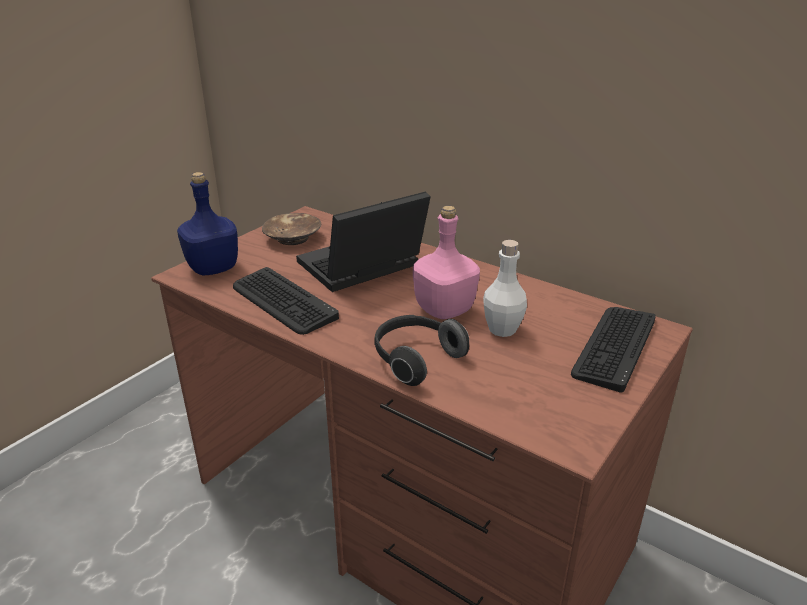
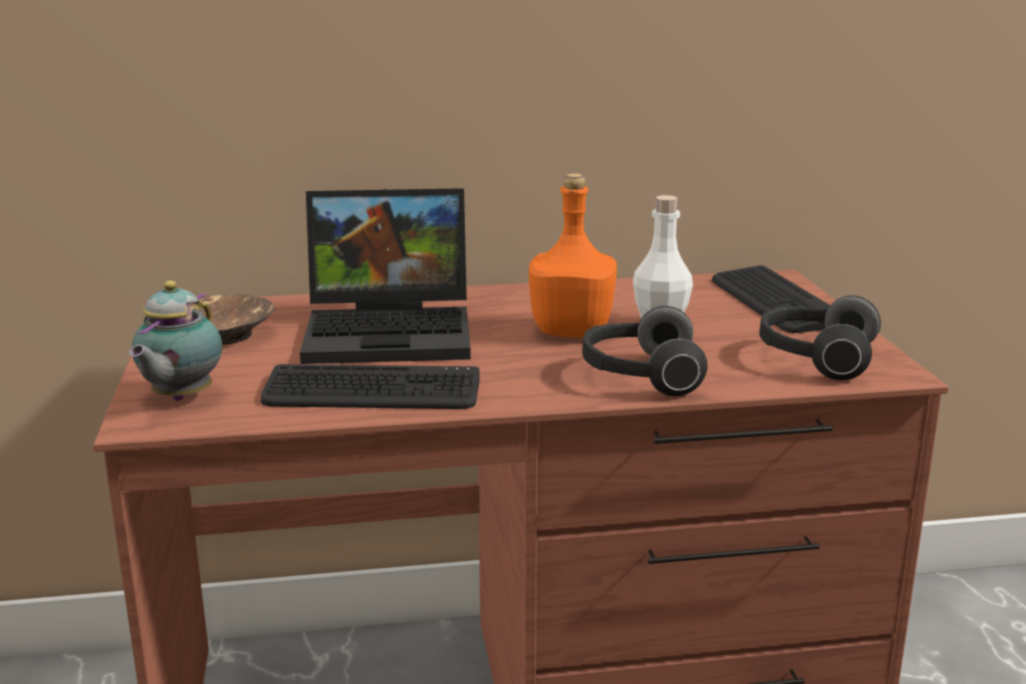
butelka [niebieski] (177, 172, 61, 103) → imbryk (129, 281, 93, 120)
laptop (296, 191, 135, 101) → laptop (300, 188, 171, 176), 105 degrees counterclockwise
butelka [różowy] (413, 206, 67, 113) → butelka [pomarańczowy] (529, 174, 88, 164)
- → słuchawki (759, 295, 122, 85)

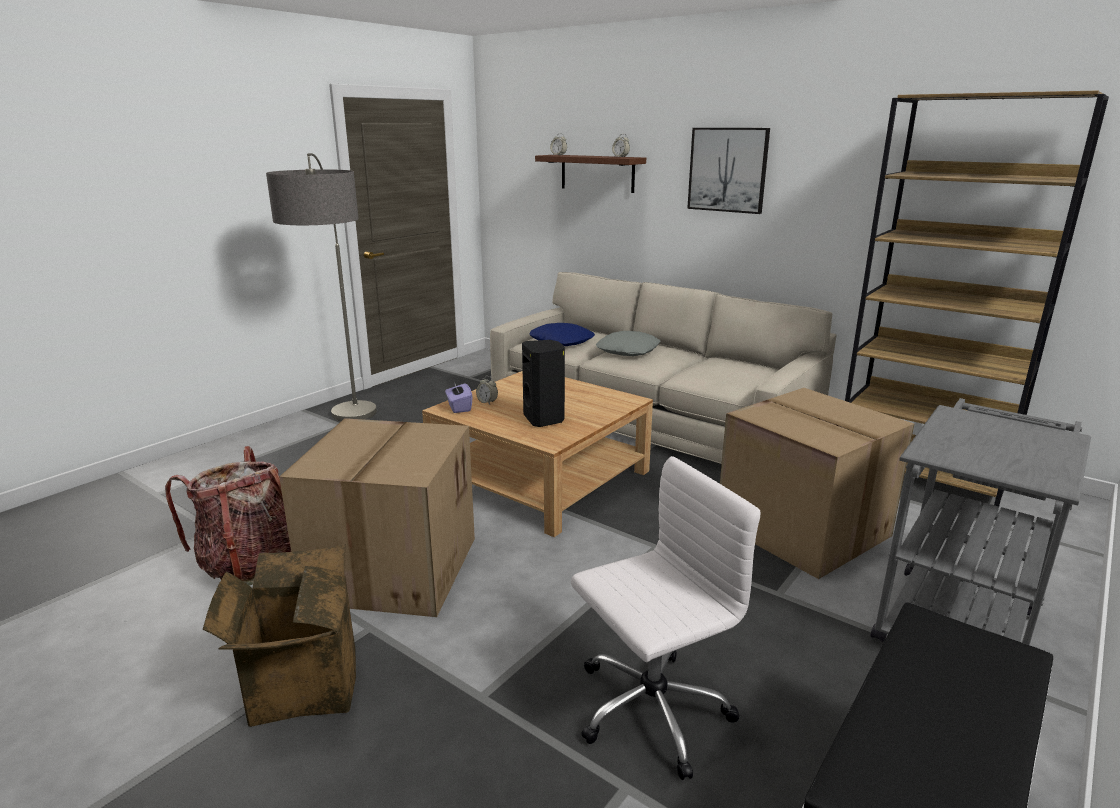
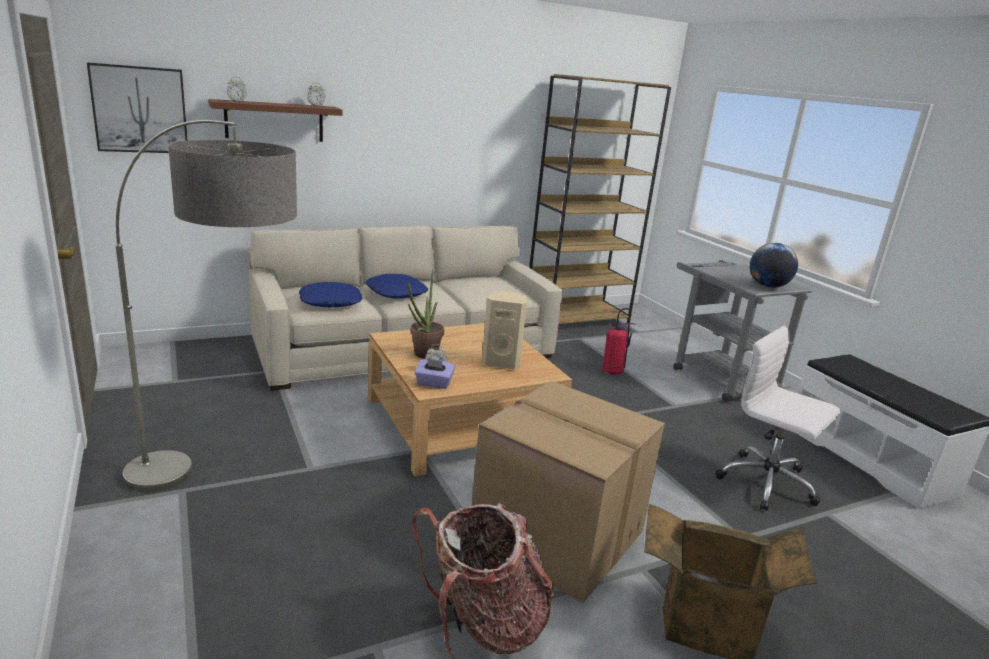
obraz (687, 128, 83, 86) → obraz (87, 62, 100, 91), relocated
poduszka [szary] (596, 331, 64, 25) → poduszka [niebieski] (366, 274, 62, 24)
głośnik [czarny] (522, 340, 43, 87) → głośnik [beżowy] (482, 291, 45, 78)
karton (720, 388, 194, 191) → gaśnica (602, 308, 33, 67)
krzesło biurowe [biały] (571, 456, 189, 324) → krzesło biurowe [biały] (716, 326, 124, 185), 45 degrees counterclockwise
- → globus (750, 243, 48, 45)
- → roślina doniczkowa (407, 270, 38, 89)

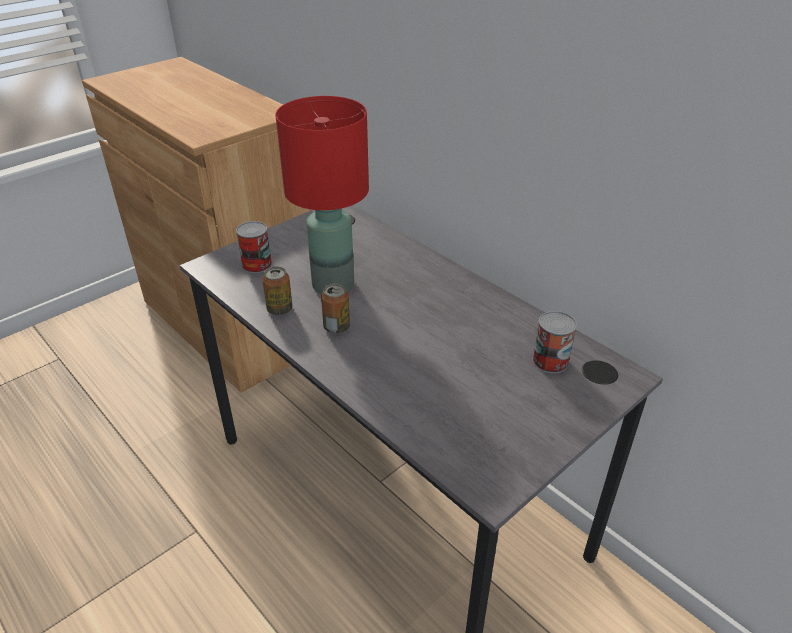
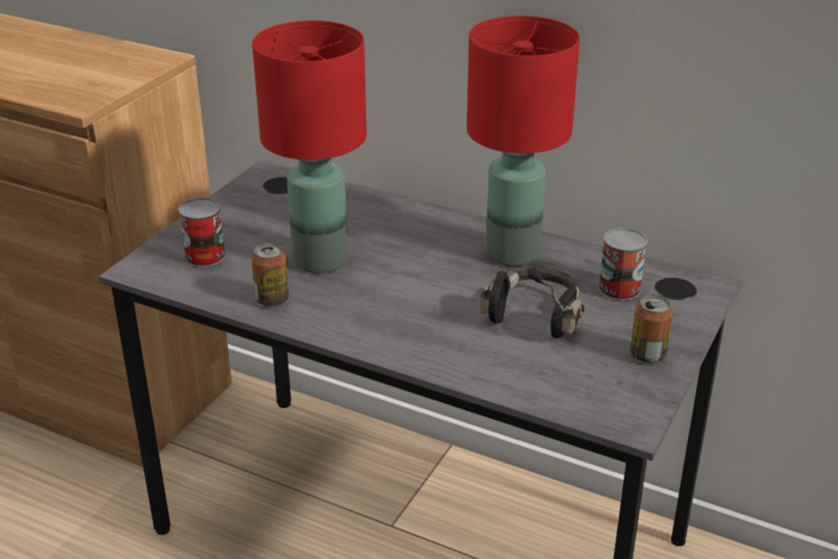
puszka (321, 283, 29, 51) → puszka (630, 295, 43, 68), relocated
- → lampa stołowa [czerwony] (467, 16, 113, 251)
- → słuchawki [czarny] (479, 267, 105, 71)

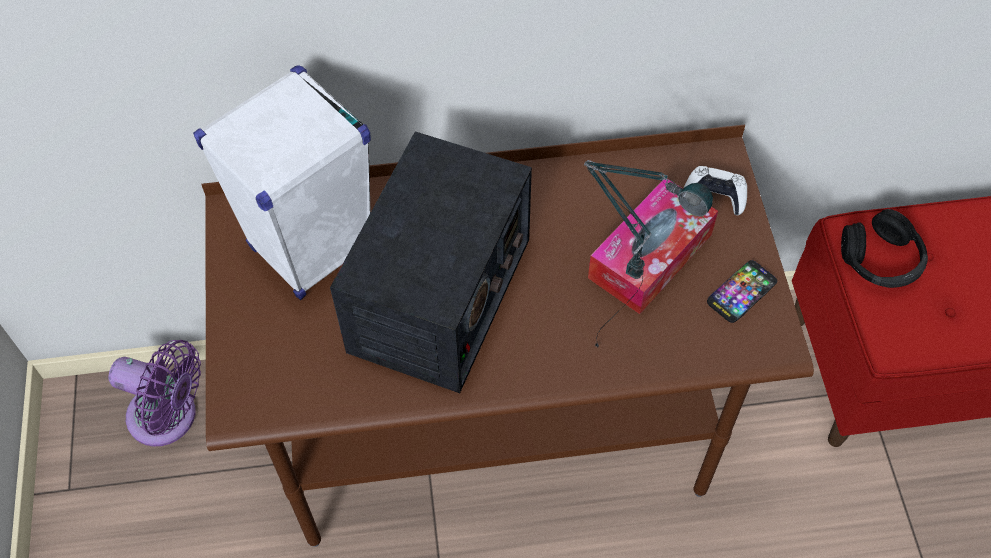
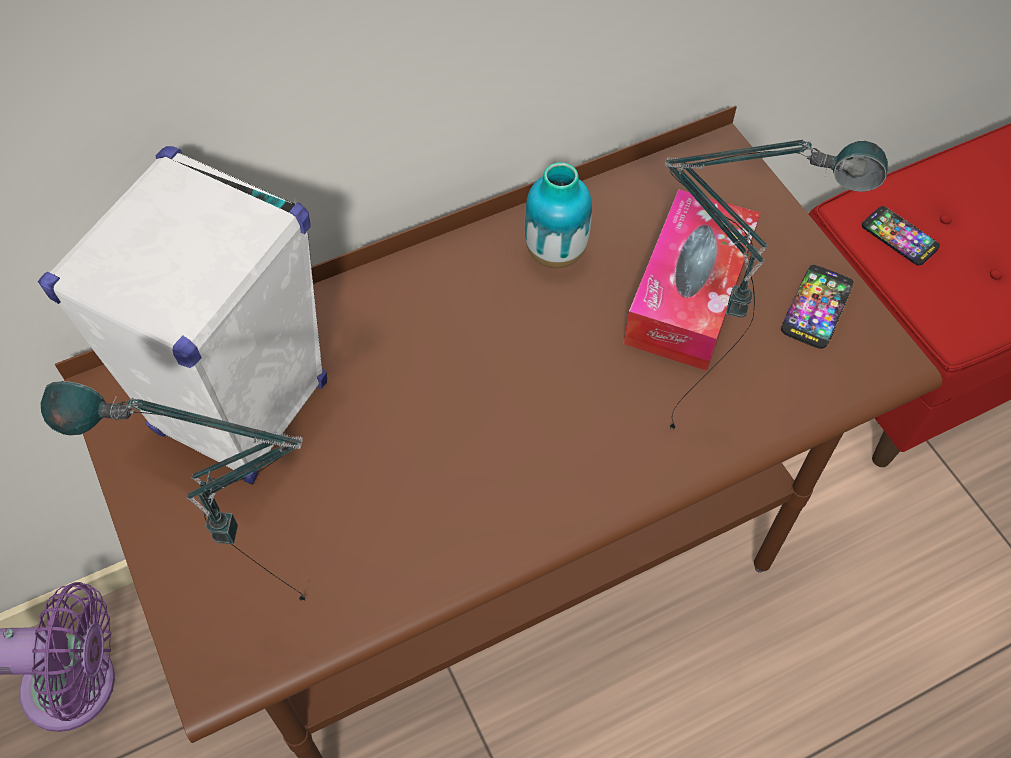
radio (330, 131, 202, 262) → -
pad do gier [biały] (684, 166, 63, 49) → -
słuchawki [czarny] (841, 209, 87, 79) → telefon (862, 206, 78, 60)
- → wazon (525, 162, 67, 106)
- → lampa stołowa (41, 381, 264, 220)

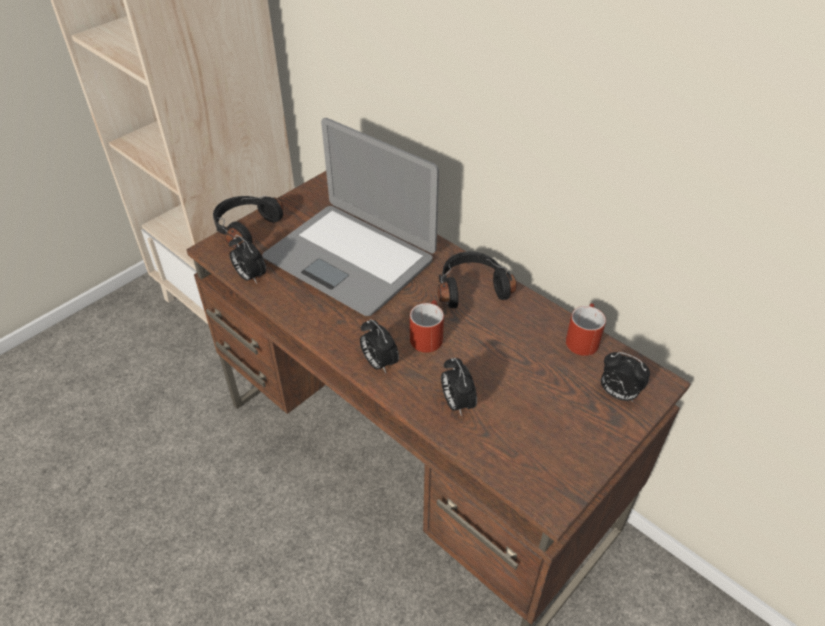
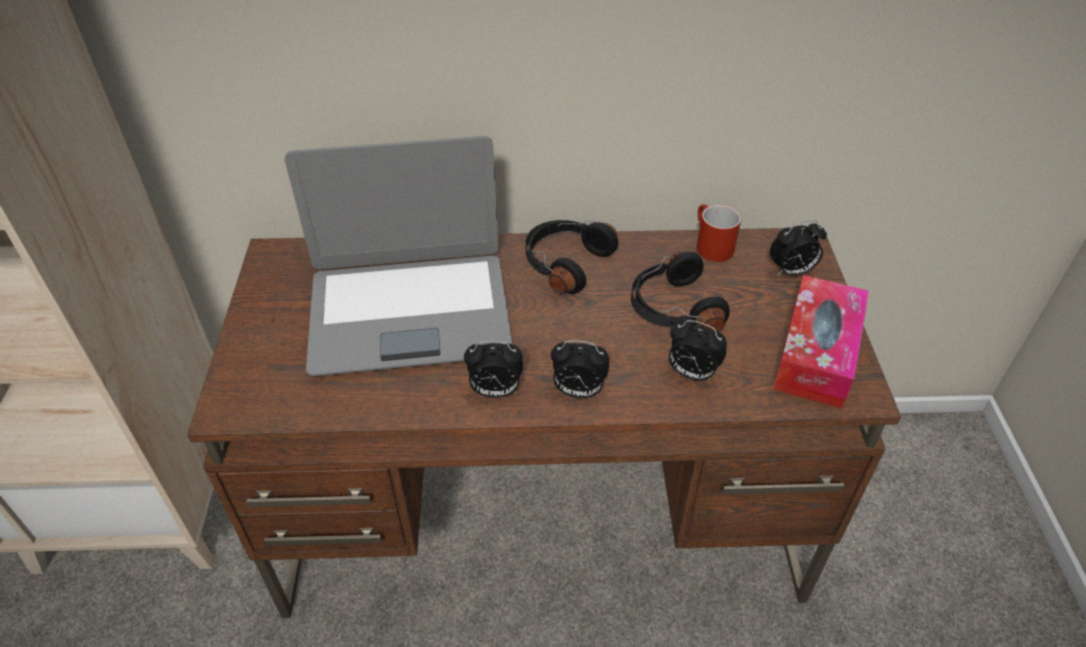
słuchawki [czarny] (213, 196, 71, 52) → słuchawki [czarny] (631, 251, 99, 81), relocated
budzik (229, 235, 37, 49) → budzik (464, 341, 59, 57), relocated
kubek [czerwony] (410, 300, 34, 53) → -
- → pudełko chusteczek (773, 275, 96, 134)

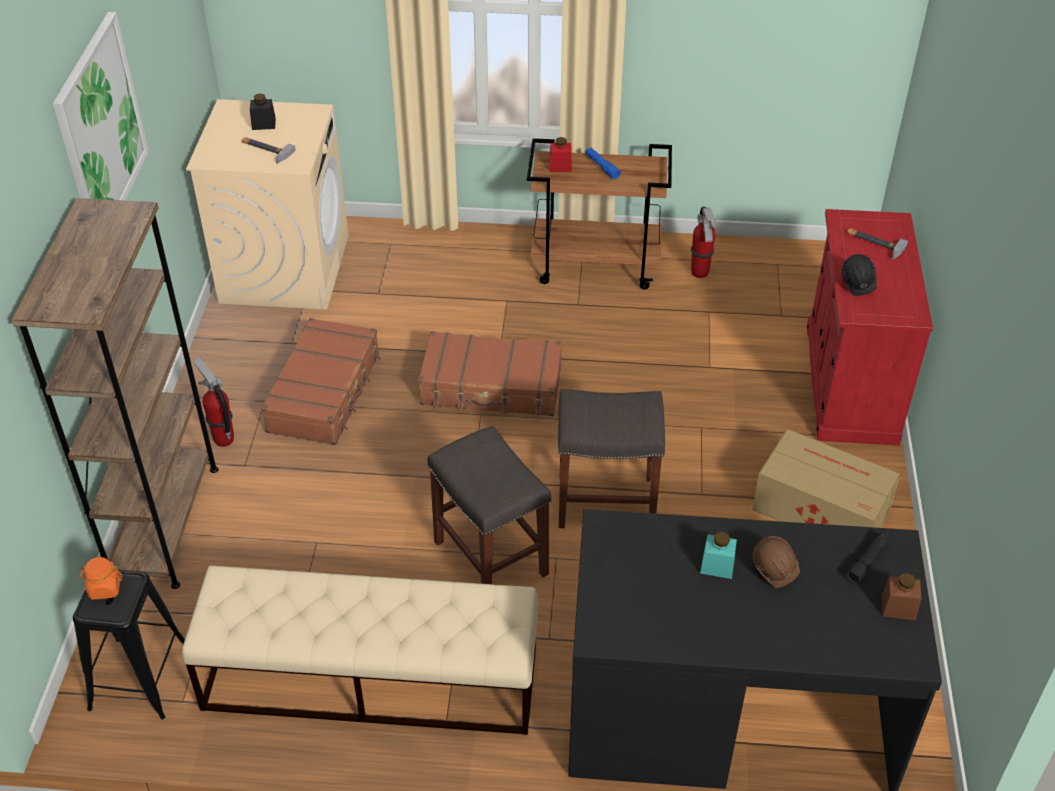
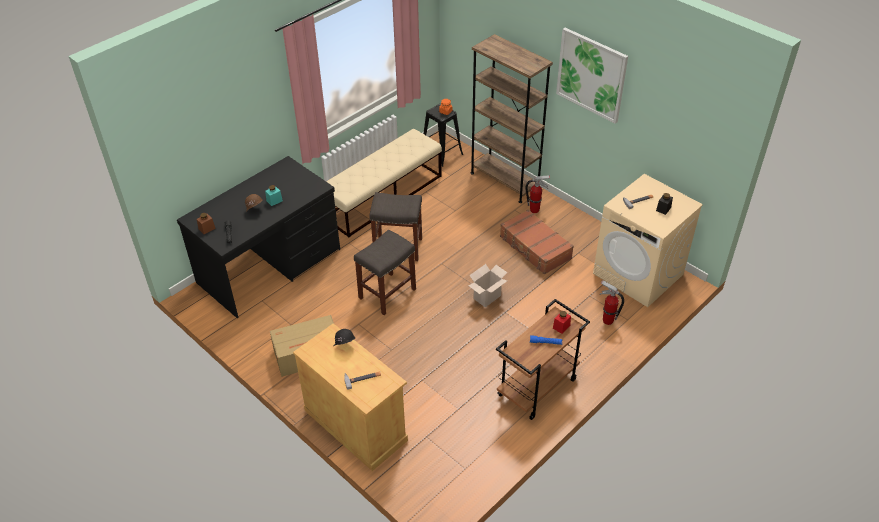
gaśnica (691, 207, 25, 71) → gaśnica (600, 281, 24, 44), relocated
szafka [czerwony] (807, 209, 126, 237) → szafka [beżowy] (293, 323, 115, 148)
walizka [brązowy] (418, 331, 144, 85) → karton (469, 264, 38, 43)

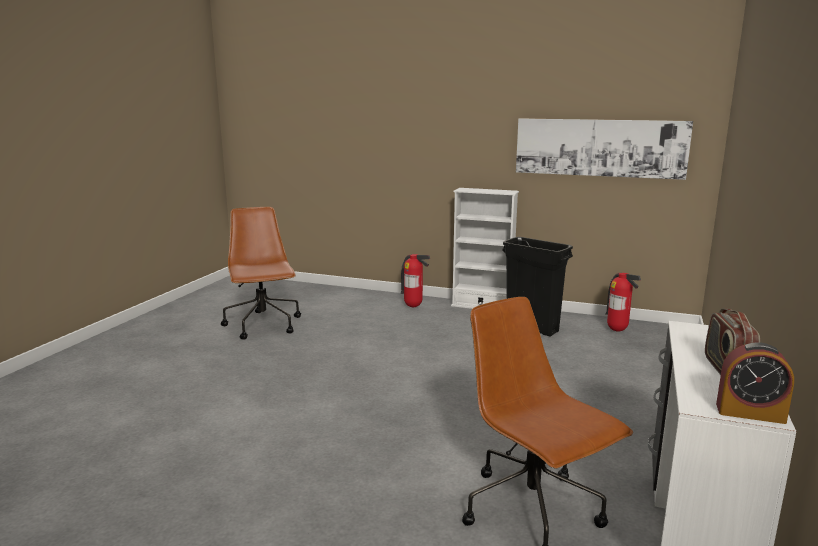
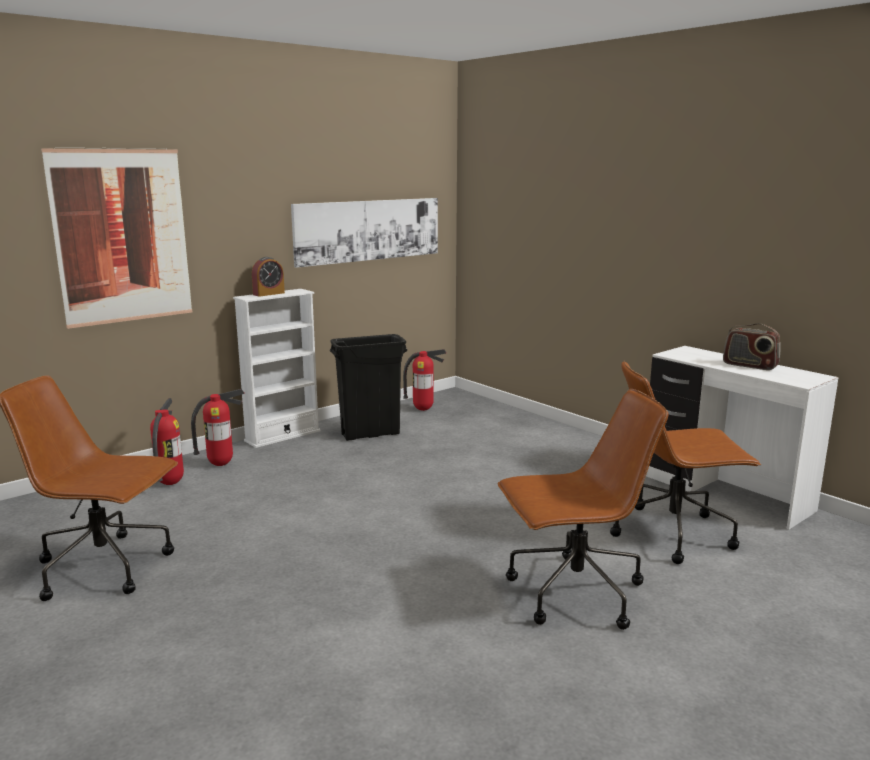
budzik (716, 342, 78, 82) → budzik (252, 257, 33, 40), relocated
- → obraz (41, 148, 152, 181)
- → krzesło biurowe [brązowy] (498, 389, 170, 241)
- → gaśnica (150, 398, 34, 87)

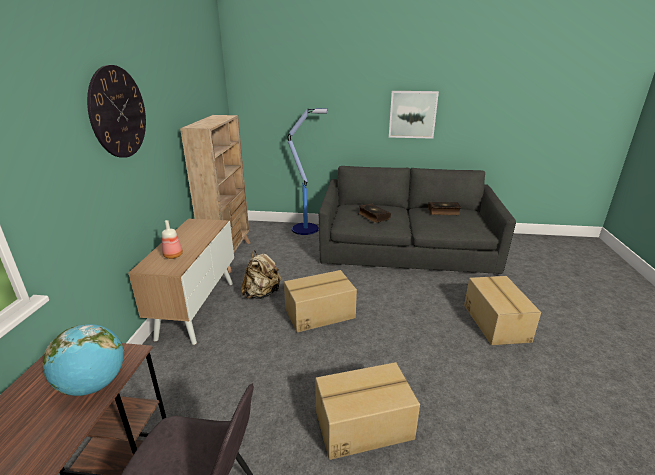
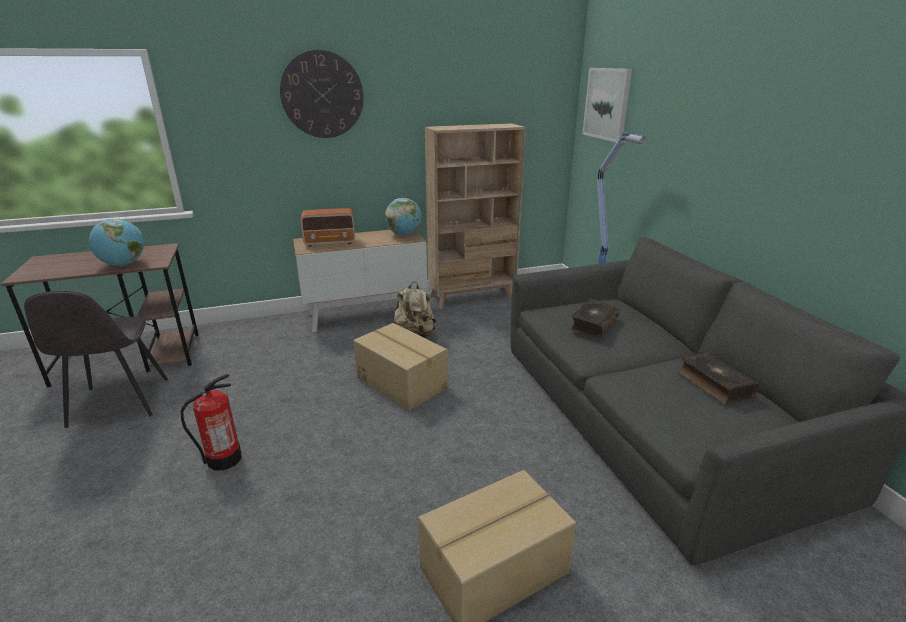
obraz (389, 91, 50, 48) → obraz (583, 68, 49, 74), relocated
butelka (162, 220, 21, 39) → radio (300, 208, 55, 39)
karton (315, 362, 105, 98) → gaśnica (181, 374, 60, 97)
- → globus (385, 198, 37, 38)

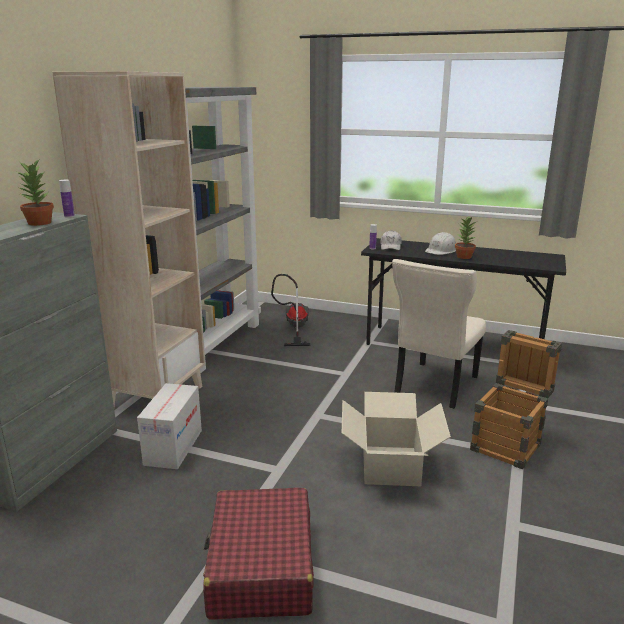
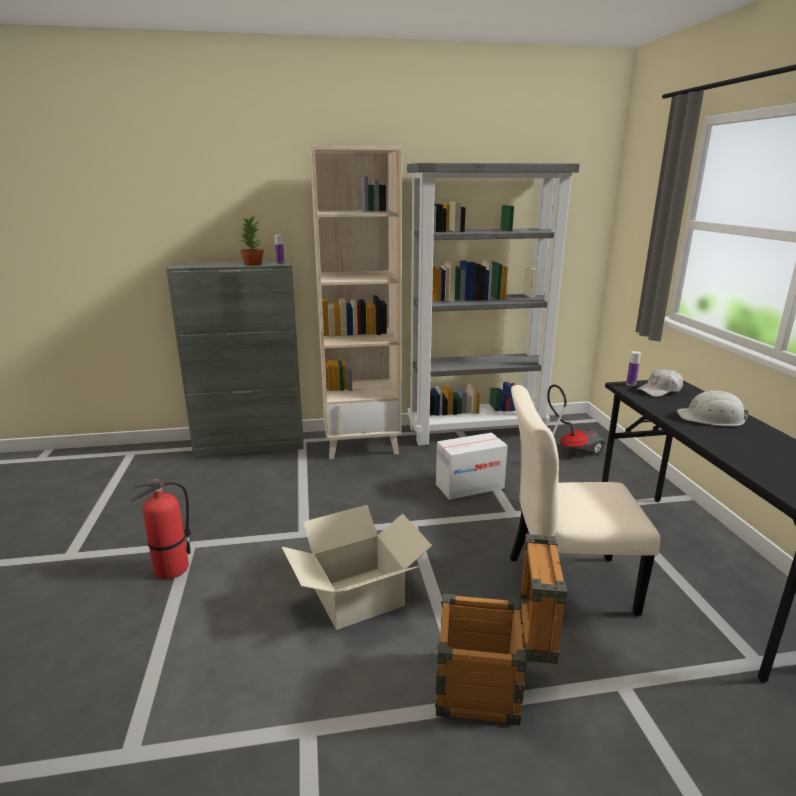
roślina doniczkowa (455, 217, 21, 42) → -
karton (137, 383, 65, 86) → karton (436, 432, 72, 68), relocated
walizka [czerwony] (203, 487, 111, 132) → gaśnica (132, 479, 59, 100)

